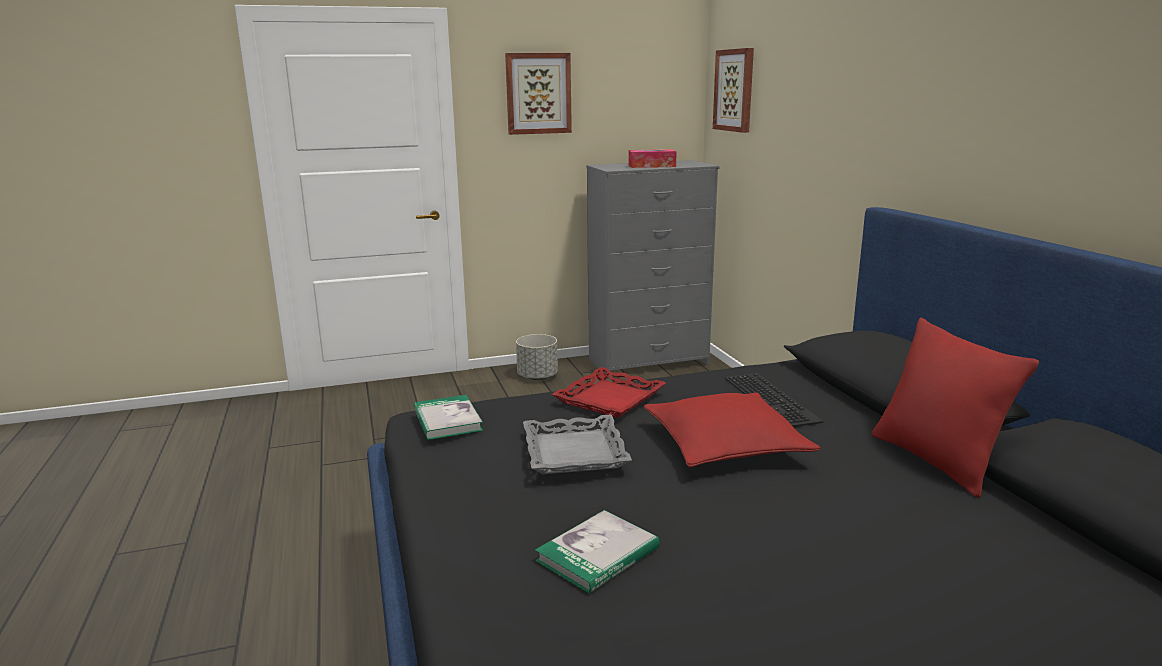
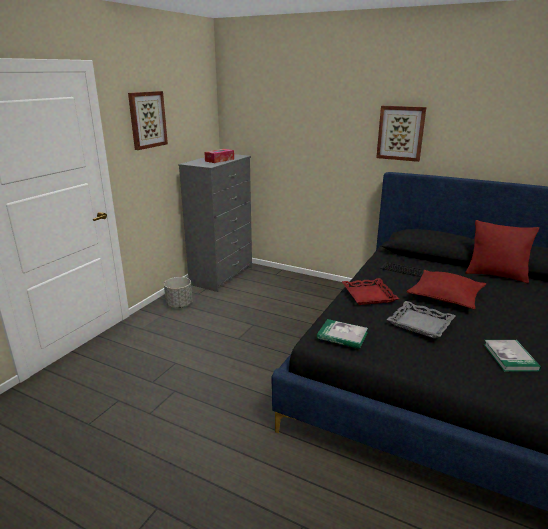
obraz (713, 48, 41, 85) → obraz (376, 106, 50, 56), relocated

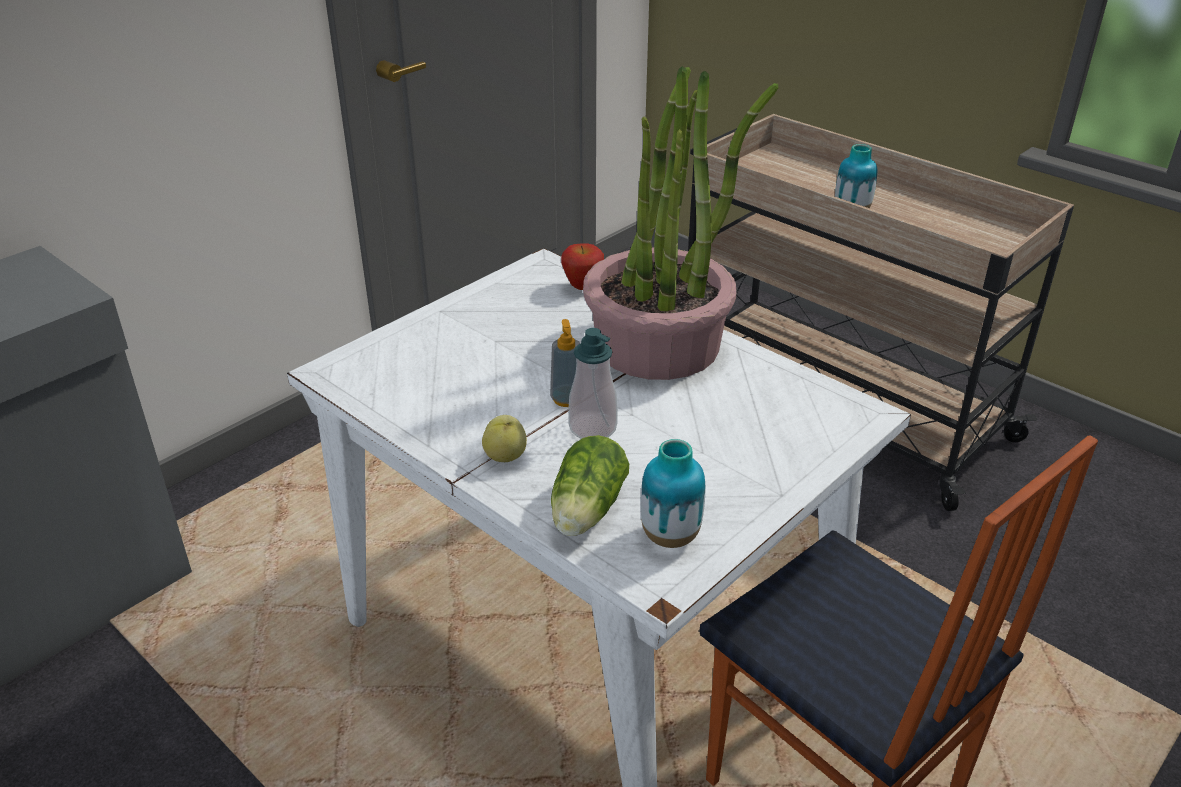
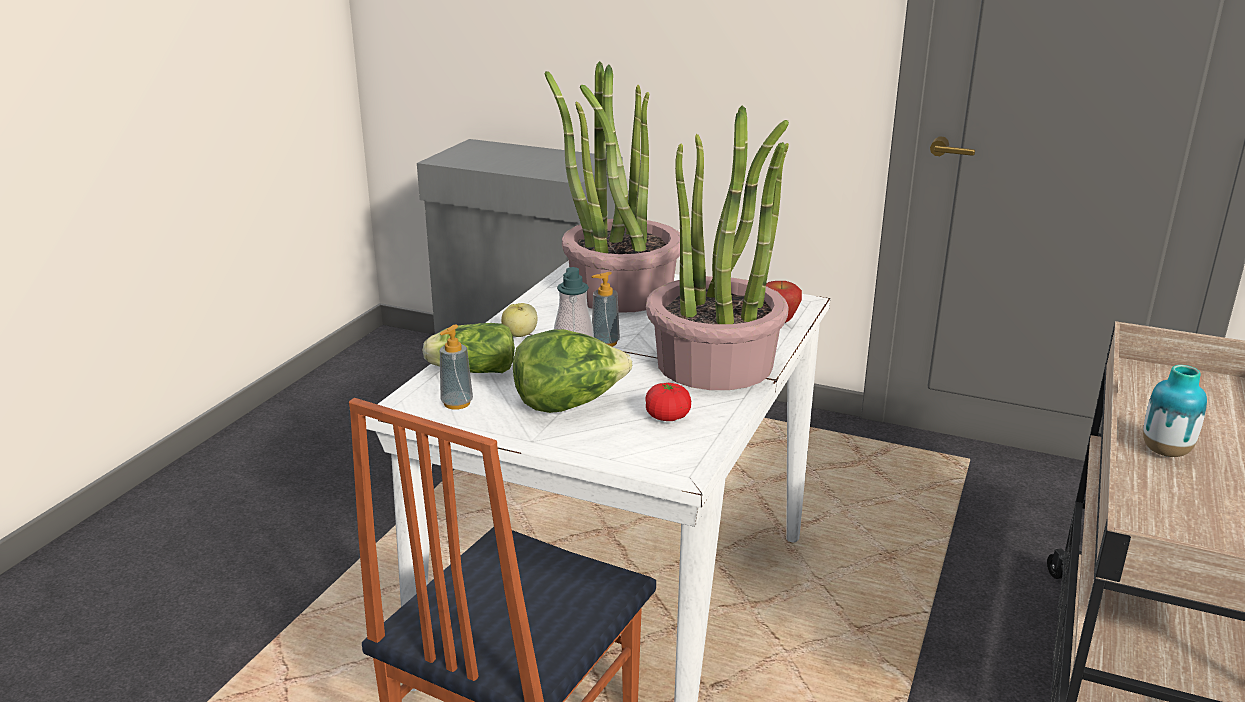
wazon (641, 439, 64, 109) → dozownik mydła (440, 324, 33, 86)
- → roślina doniczkowa (545, 61, 135, 252)
- → sałata (513, 329, 119, 84)
- → pomidor (645, 383, 46, 38)

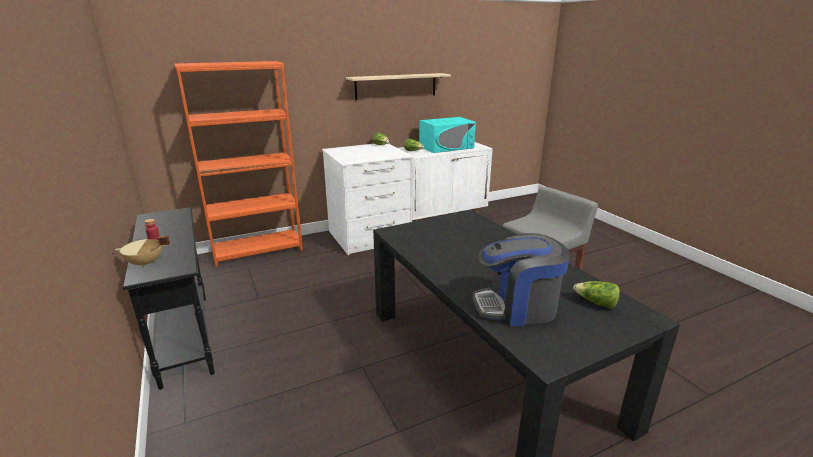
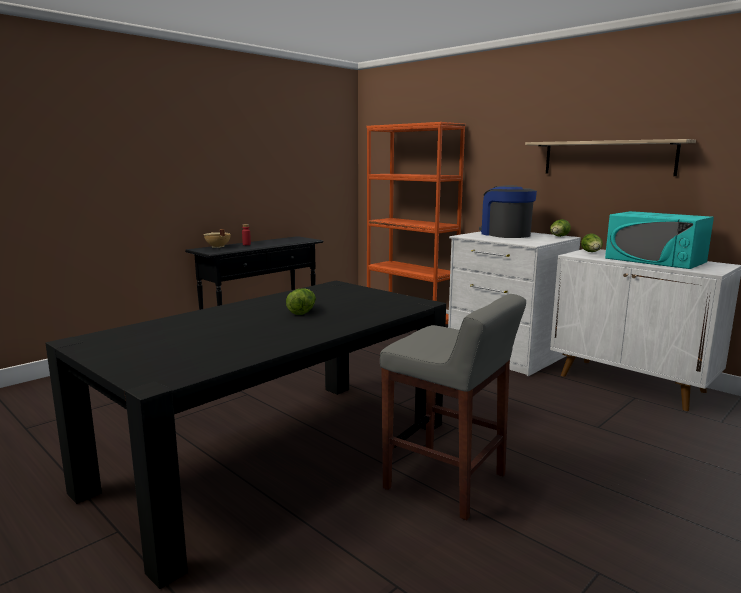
ekspres do kawy (473, 233, 97, 94) → ekspres do kawy (479, 185, 58, 53), relocated
sałata (573, 281, 47, 28) → sałata (286, 288, 30, 27), relocated

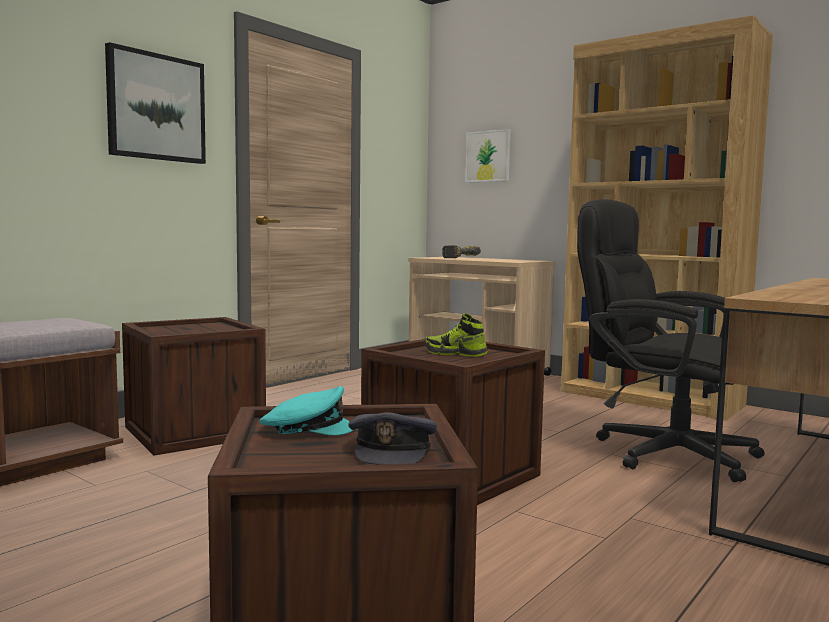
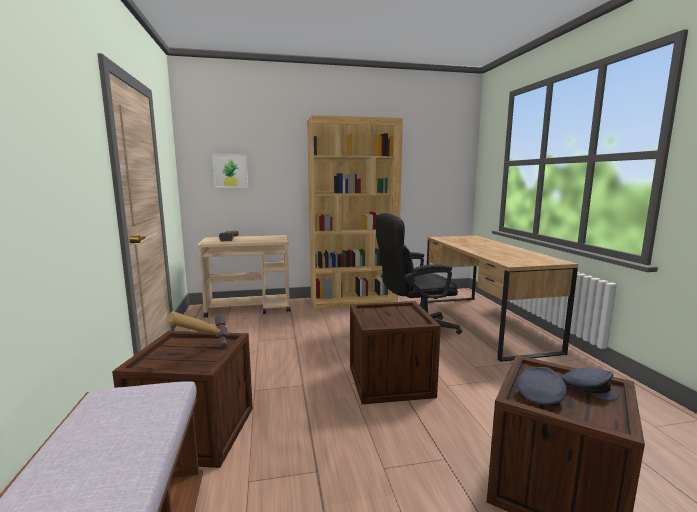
obraz (105, 42, 101, 122) → -
but (425, 313, 63, 44) → -
czapka z daszkiem [turkusowy] (260, 386, 93, 49) → czapka z daszkiem [szary] (517, 367, 49, 39)
- → młotek (168, 311, 60, 37)

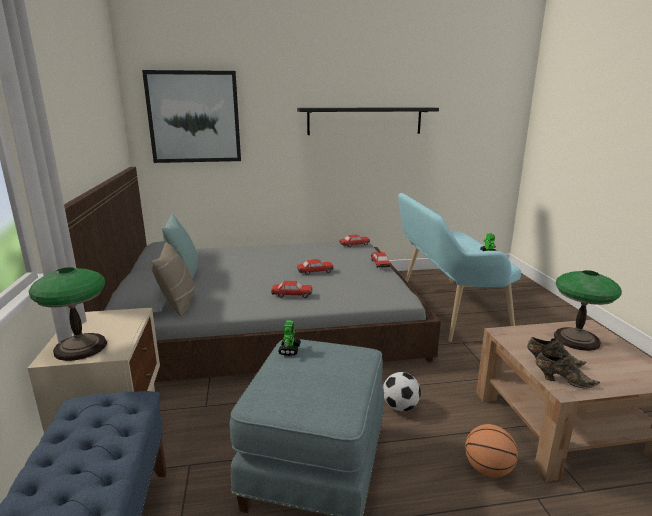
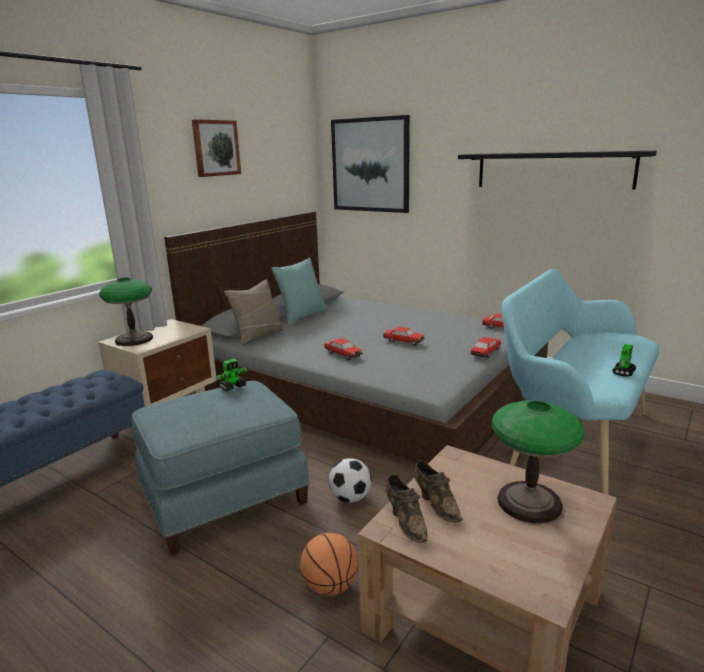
- → obraz (192, 119, 49, 58)

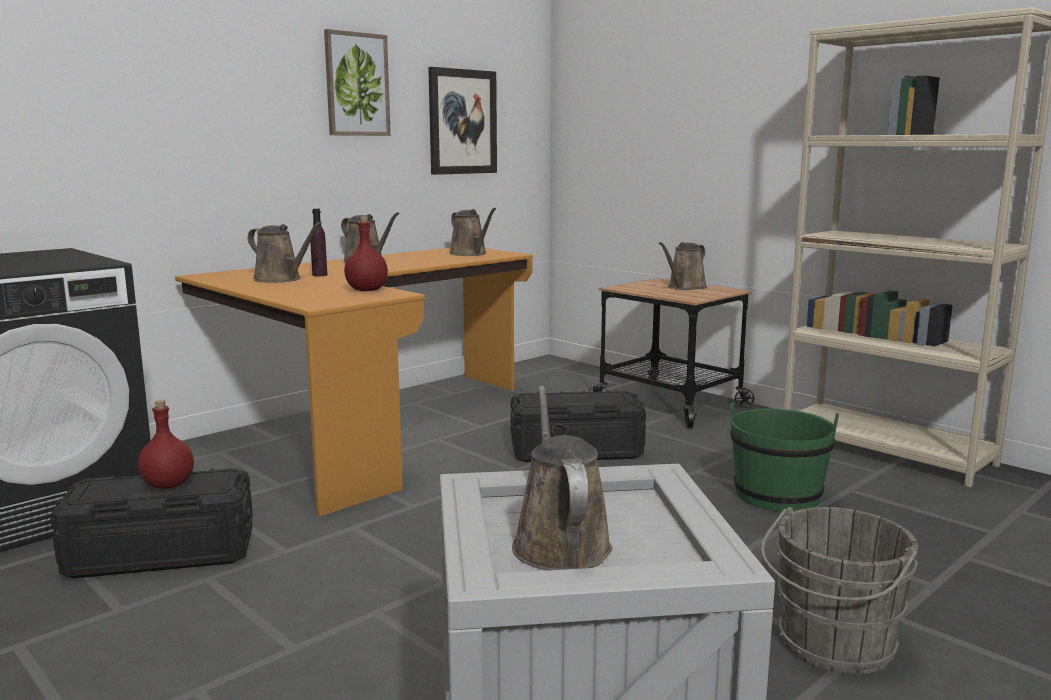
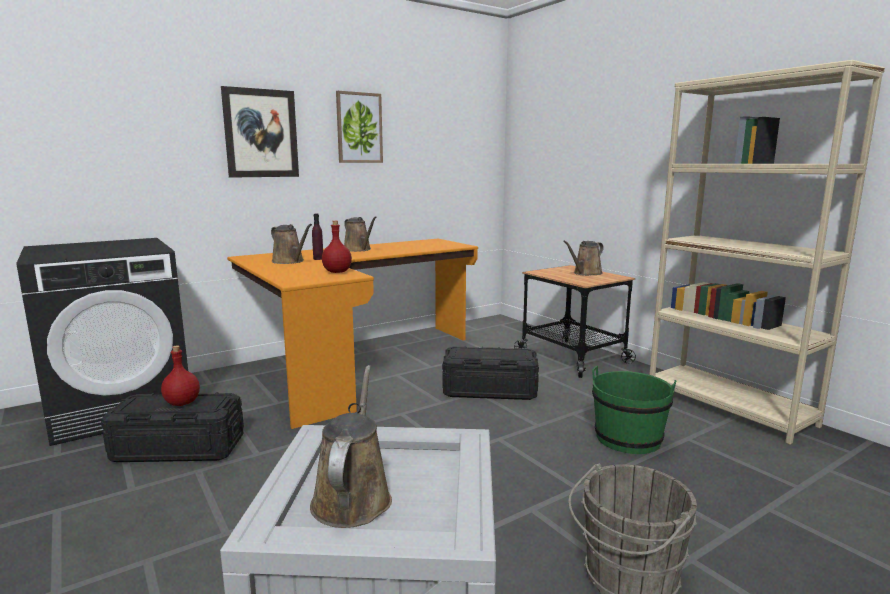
obraz (428, 67, 69, 108) → obraz (221, 86, 78, 92), relocated
konewka [brązowy] (449, 208, 47, 48) → -

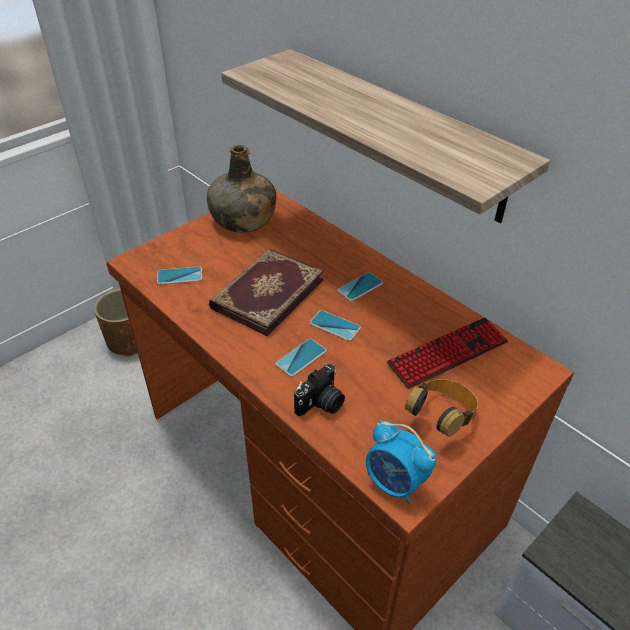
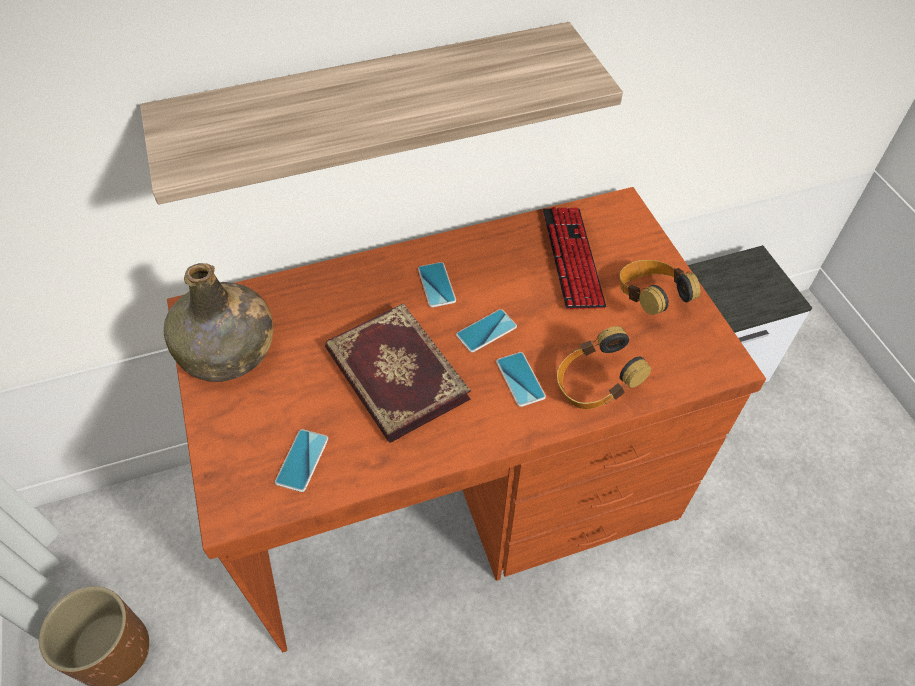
aparat fotograficzny (294, 364, 51, 52) → słuchawki (557, 326, 94, 83)
budzik (366, 420, 71, 84) → -

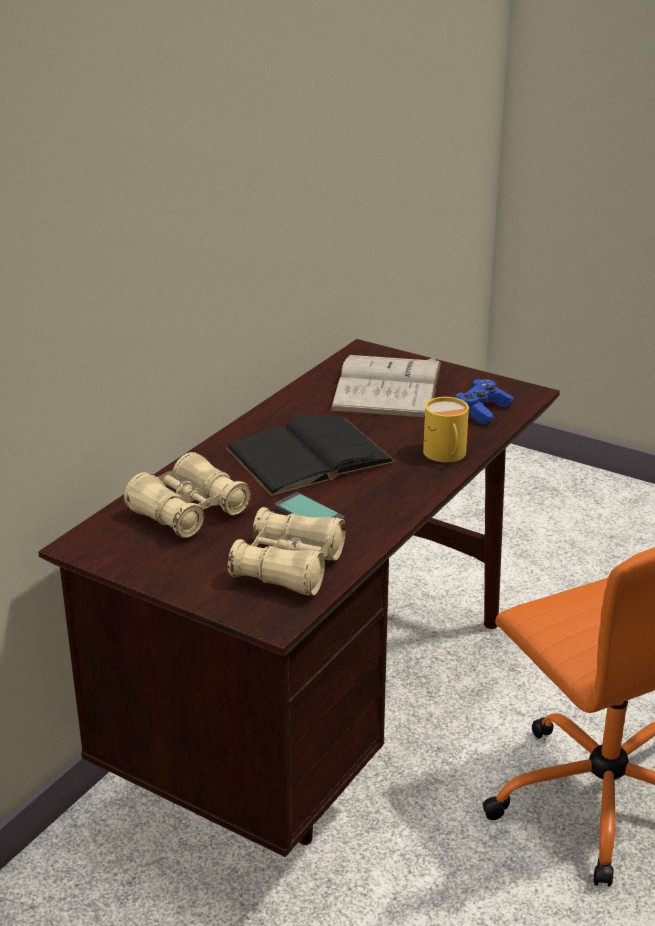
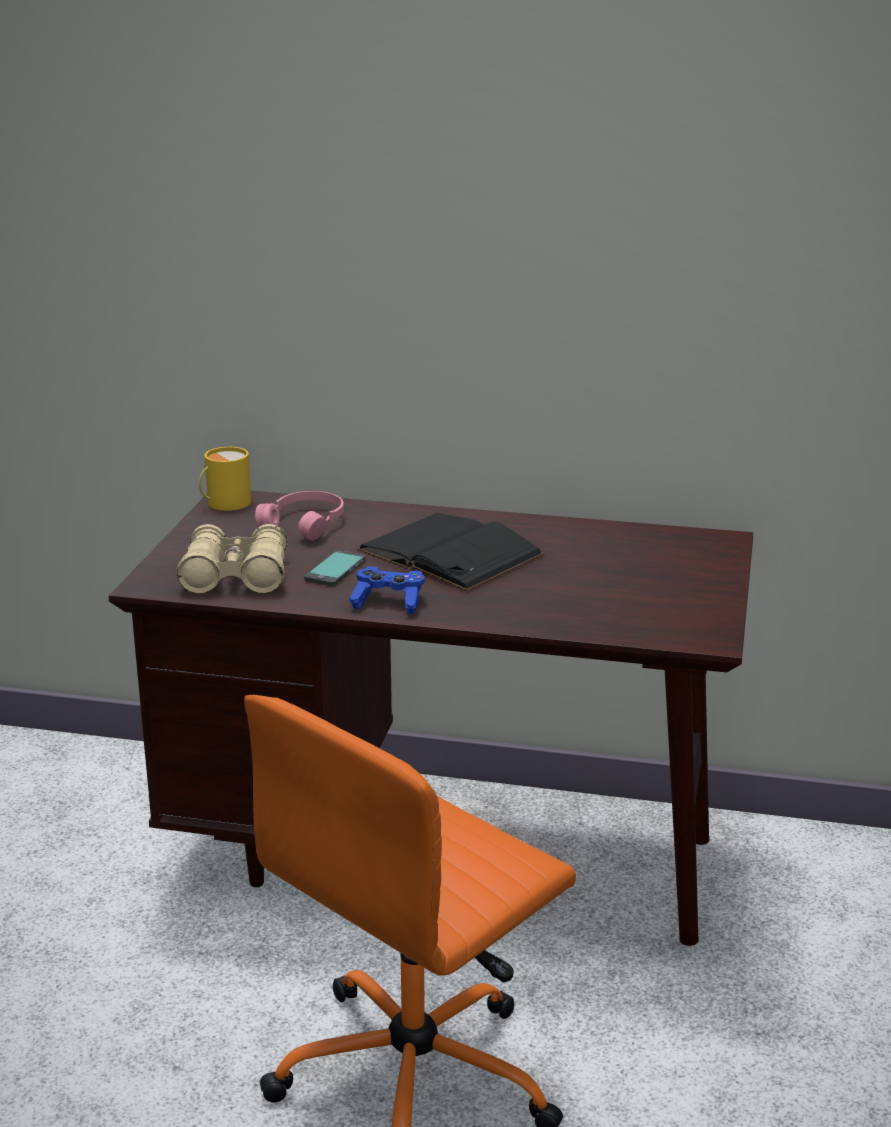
książka [biały] (330, 355, 111, 63) → -
pad do gier [niebieski] (454, 379, 60, 46) → pad do gier [niebieski] (349, 566, 76, 48), relocated
kubek [żółty] (423, 397, 46, 65) → kubek [żółty] (199, 447, 52, 64), relocated
lornetka [beżowy] (124, 452, 127, 86) → słuchawki [różowy] (255, 491, 89, 50)

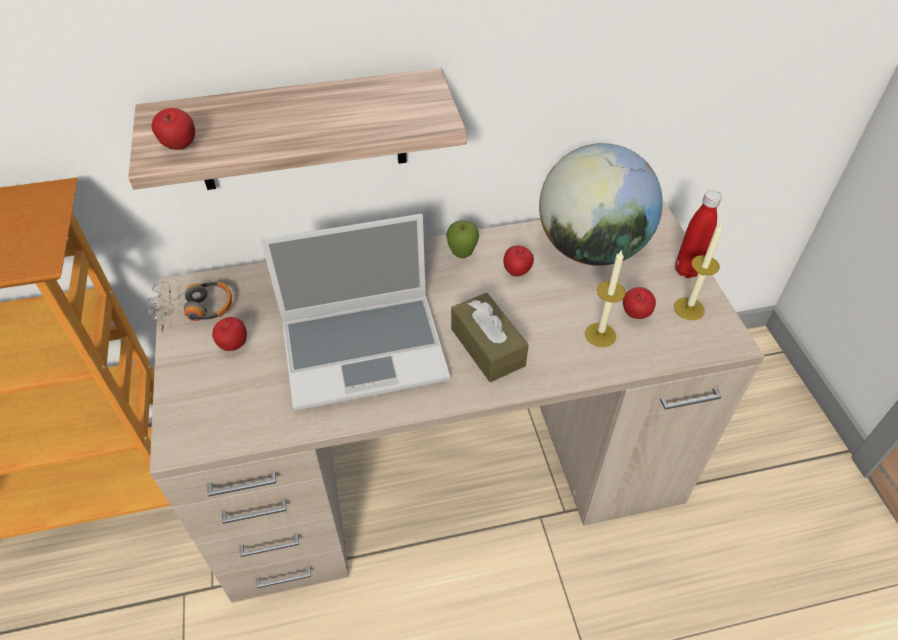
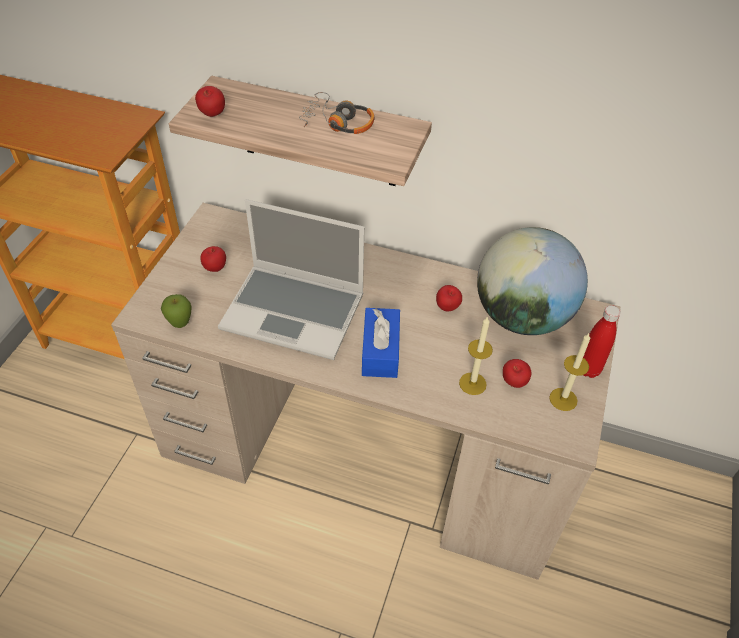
jabłko (447, 220, 32, 38) → jabłko (161, 294, 30, 34), relocated
słuchawki (148, 282, 84, 50) → słuchawki (299, 92, 75, 42), relocated
pudełko chusteczek [brązowy] (451, 293, 78, 89) → pudełko chusteczek [niebieski] (362, 308, 38, 70)

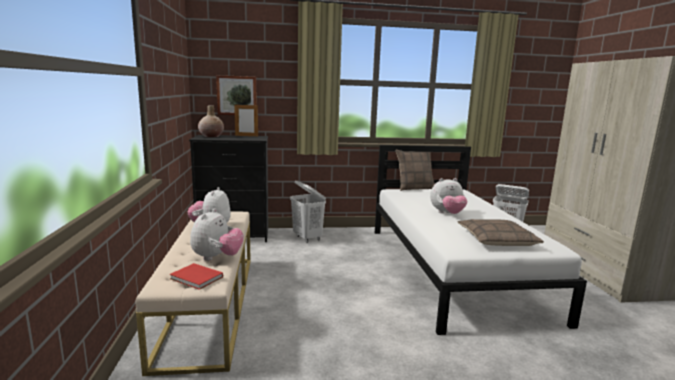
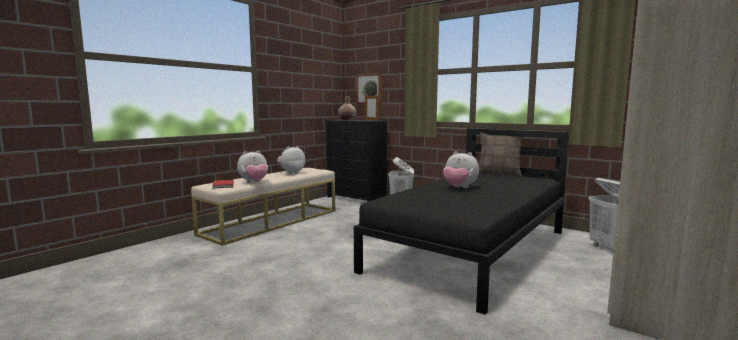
łóżko [biały] (375, 145, 212, 190) → łóżko [czarny] (354, 128, 215, 187)
poduszka (458, 219, 86, 27) → -

